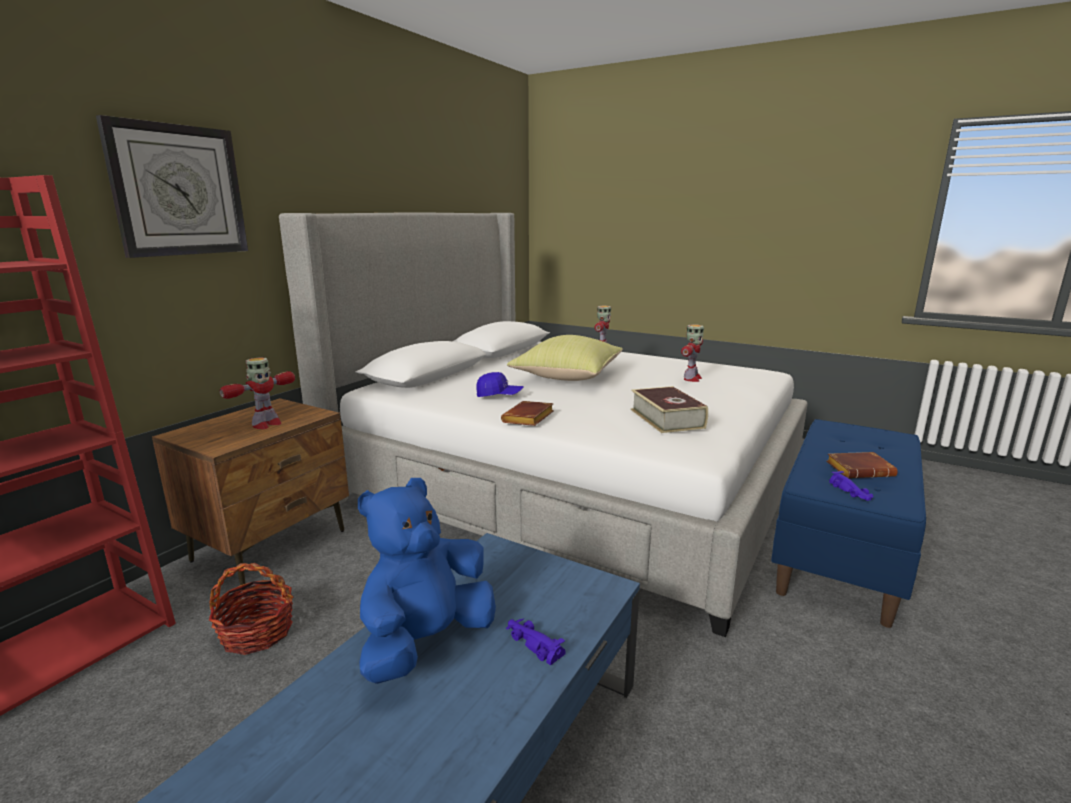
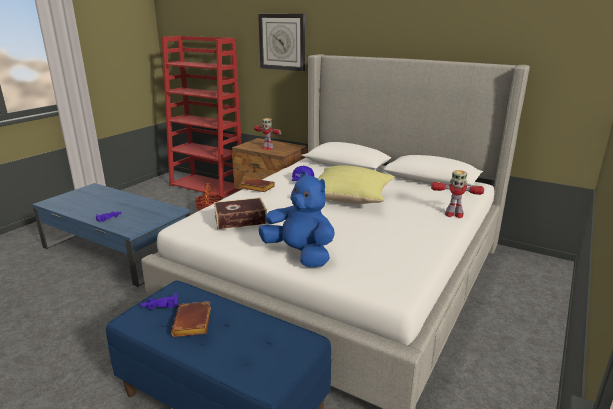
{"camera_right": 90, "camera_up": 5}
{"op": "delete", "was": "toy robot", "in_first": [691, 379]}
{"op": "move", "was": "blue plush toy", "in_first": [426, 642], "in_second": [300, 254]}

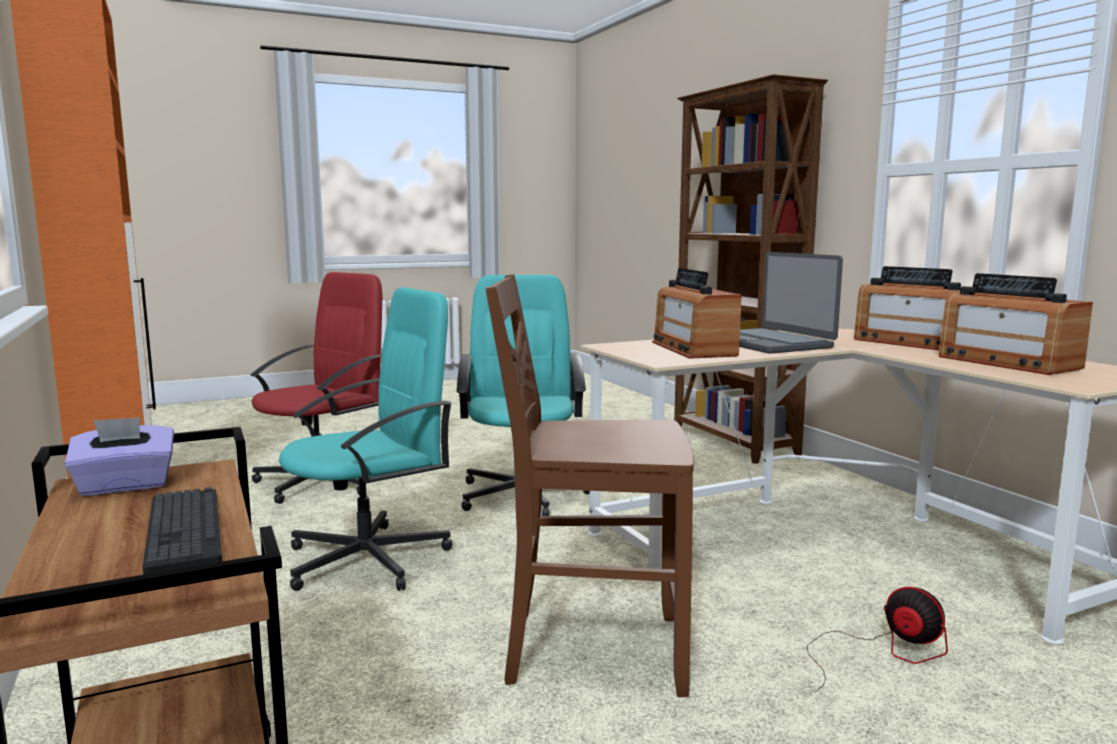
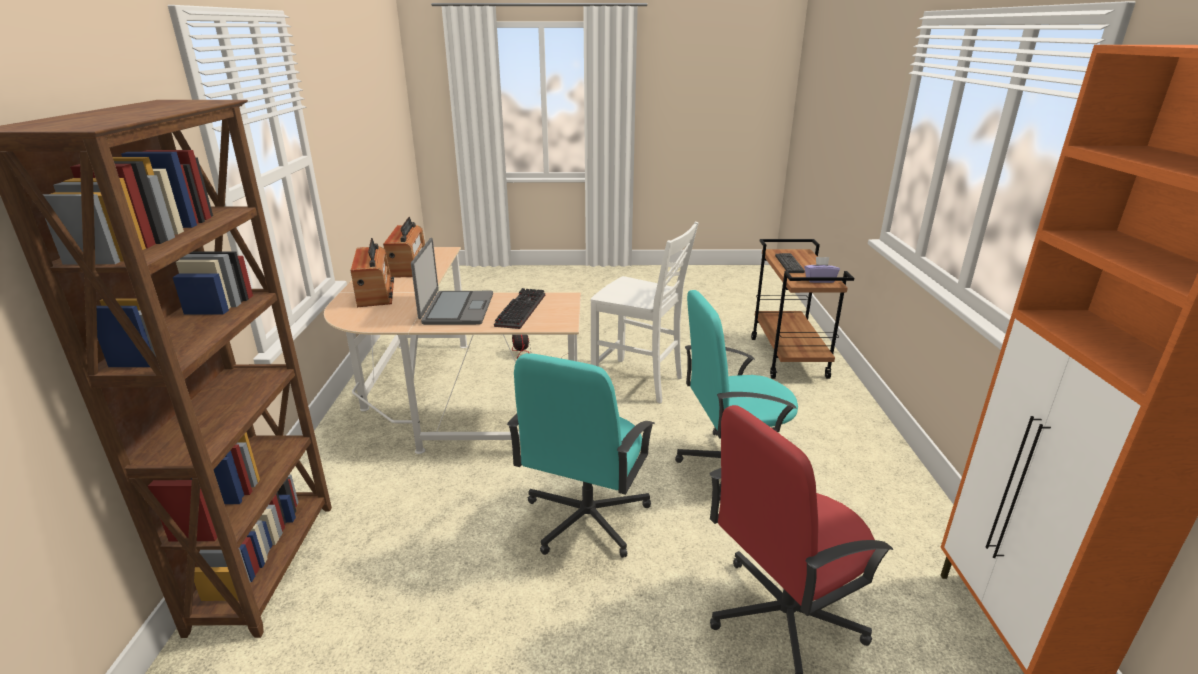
{"camera_right": -155, "camera_up": 15}
{"op": "replace", "was": "radio", "now": "keyboard", "in_first": [693, 349], "in_second": [519, 309]}
{"op": "recolor", "was": "brown chair", "now": "white chair", "in_first": [590, 650], "in_second": [639, 382]}

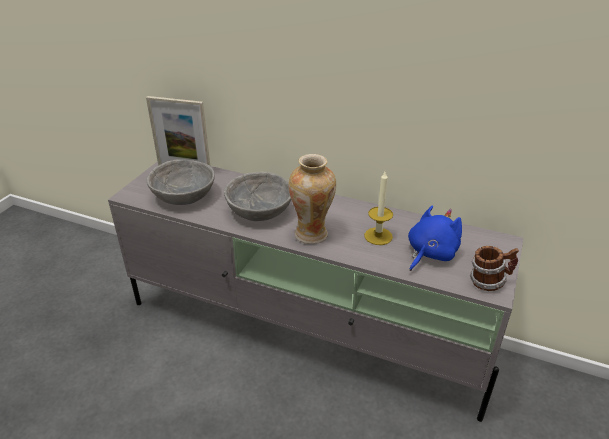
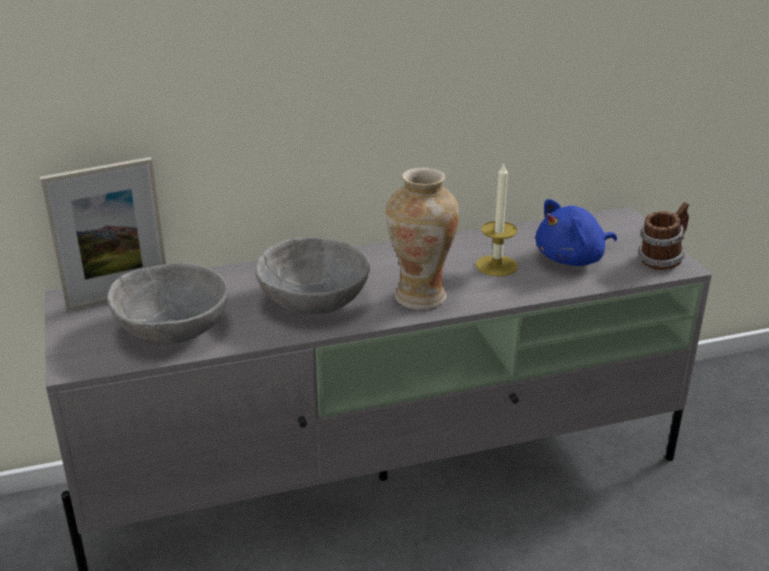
{"camera_right": -40, "camera_up": -5}
{"op": "rotate", "was": "blue plush toy", "in_first": [430, 253], "in_second": [572, 259], "clockwise": -120}

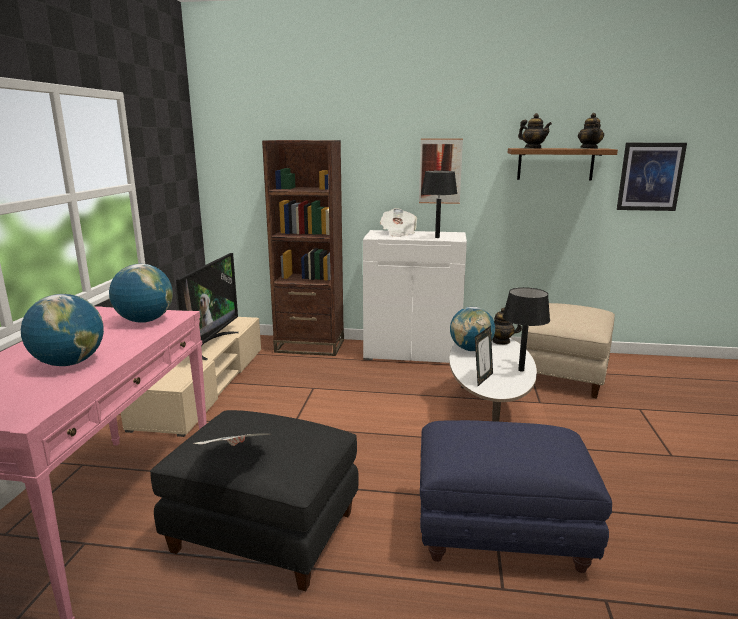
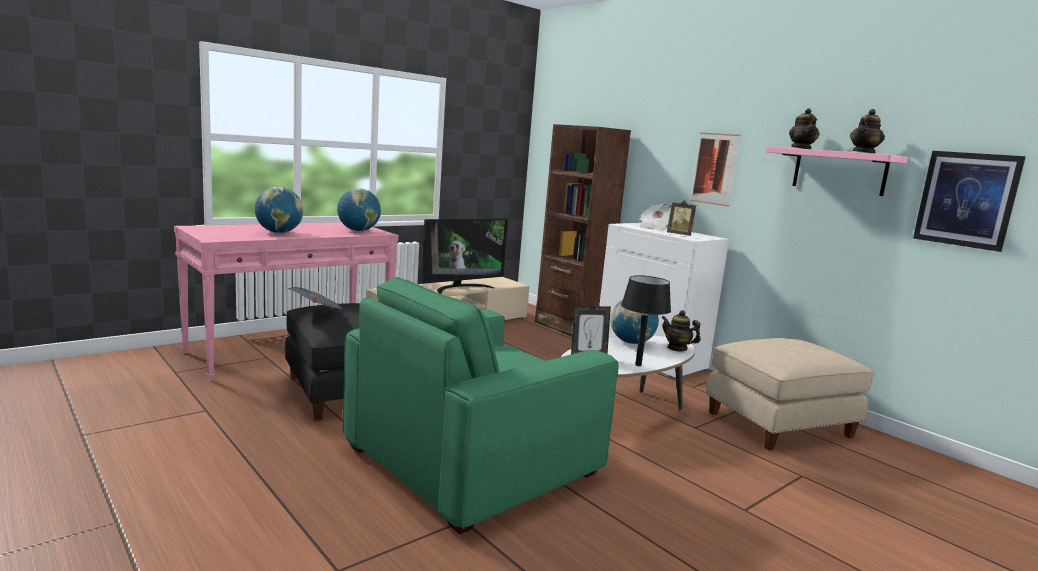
{"camera_right": 40, "camera_up": -5}
{"op": "recolor", "was": "brown shelf", "now": "pink shelf", "in_first": [555, 164], "in_second": [839, 171]}
{"op": "replace", "was": "black table lamp", "now": "picture frame", "in_first": [437, 237], "in_second": [680, 235]}
{"op": "replace", "was": "blue ottoman", "now": "green armchair", "in_first": [498, 532], "in_second": [472, 460]}

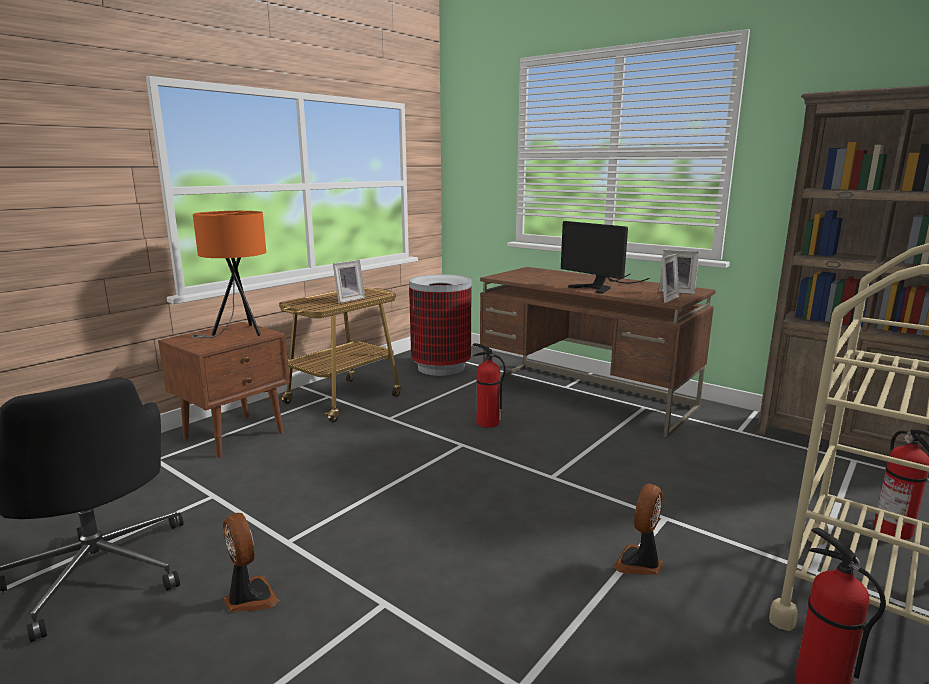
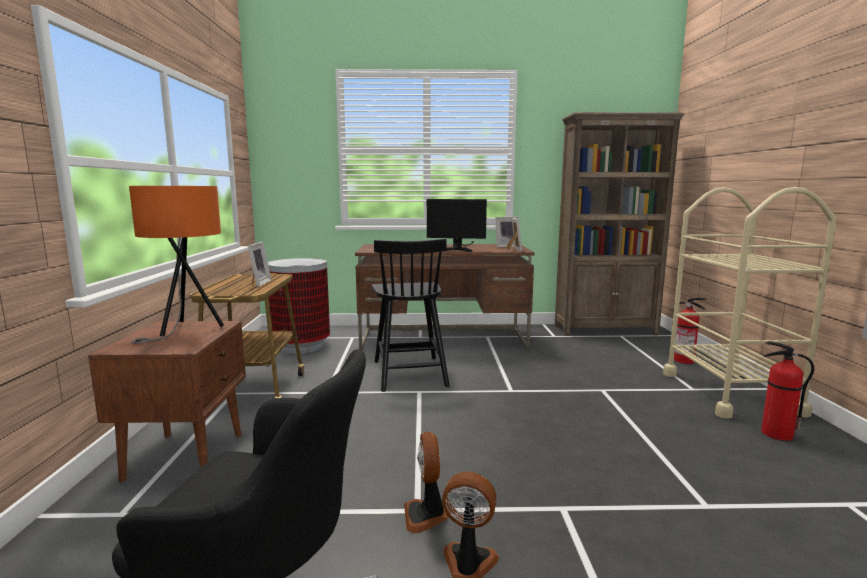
{"camera_right": -40, "camera_up": -5}
{"op": "replace", "was": "fire extinguisher", "now": "black chair", "in_first": [486, 423], "in_second": [409, 372]}
{"op": "move", "was": "fan", "in_first": [640, 563], "in_second": [426, 515]}

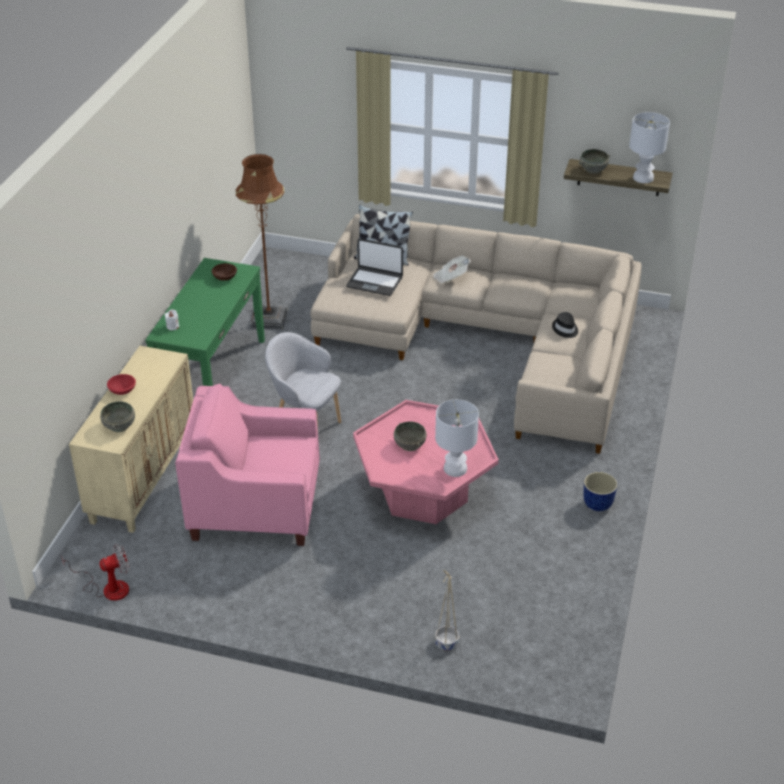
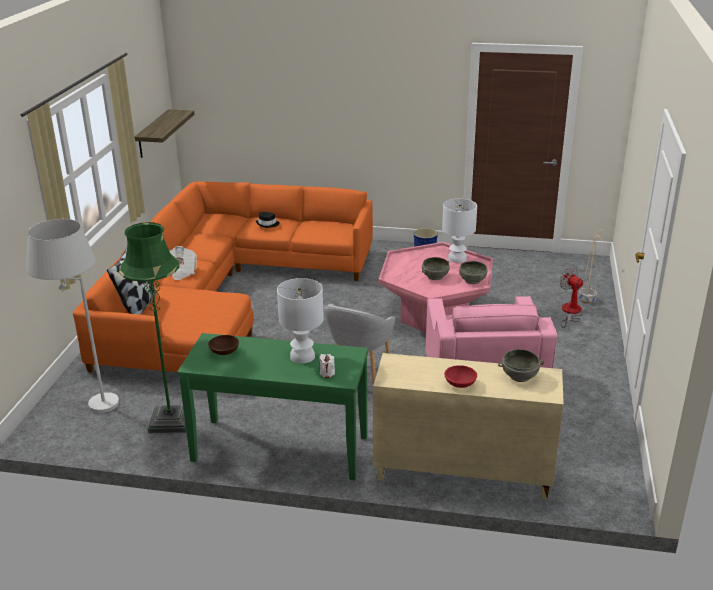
{"camera_right": -95, "camera_up": -10}
{"op": "move", "was": "white table lamp", "in_first": [643, 178], "in_second": [303, 356]}
{"op": "move", "was": "grey bowl", "in_first": [593, 169], "in_second": [472, 280]}
{"op": "recolor", "was": "brown floor lamp", "now": "green floor lamp", "in_first": [269, 319], "in_second": [171, 421]}
{"op": "recolor", "was": "beige sofa", "now": "orange sofa", "in_first": [489, 340], "in_second": [222, 295]}
{"op": "delete", "was": "laptop", "in_first": [374, 282]}
{"op": "move", "was": "fan", "in_first": [108, 588], "in_second": [570, 312]}
{"op": "insert", "now": "white floor lamp", "in_second": [88, 402]}

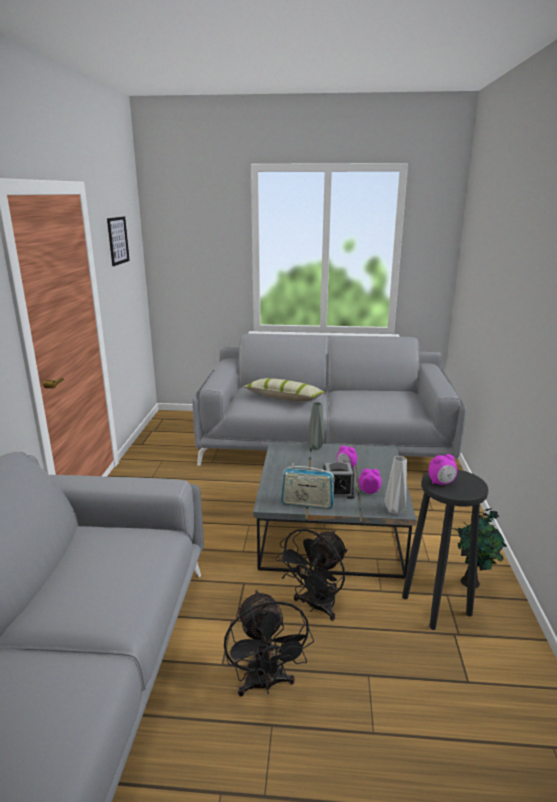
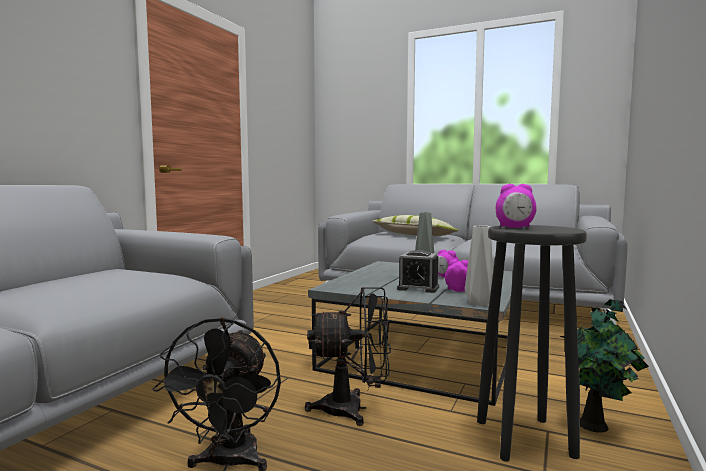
{"camera_right": 20, "camera_up": -15}
{"op": "delete", "was": "picture", "in_first": [118, 240]}
{"op": "delete", "was": "radio", "in_first": [307, 503]}
{"op": "rotate", "was": "black fan", "in_first": [315, 606], "in_second": [353, 409], "clockwise": -150}

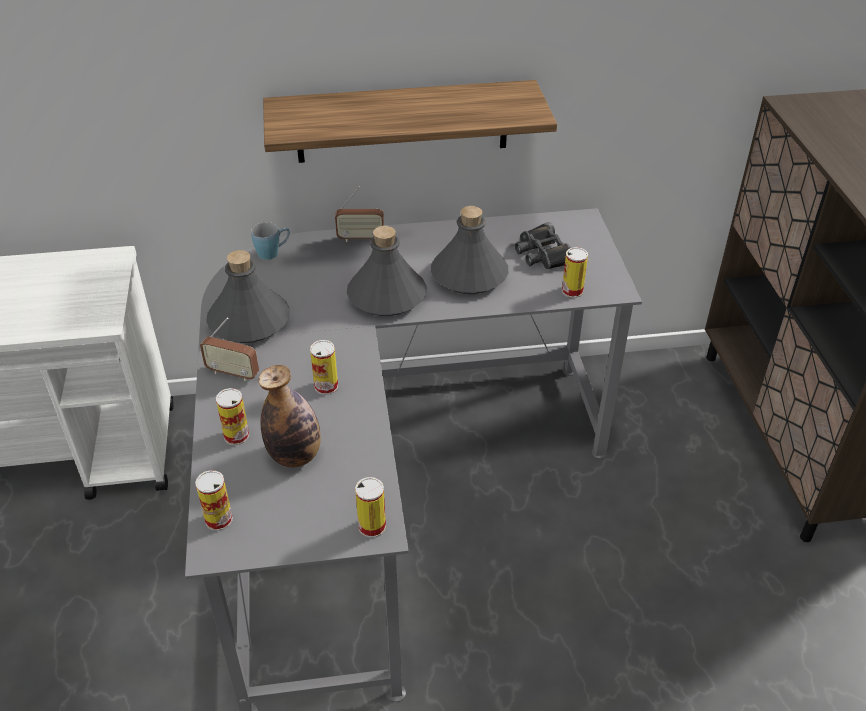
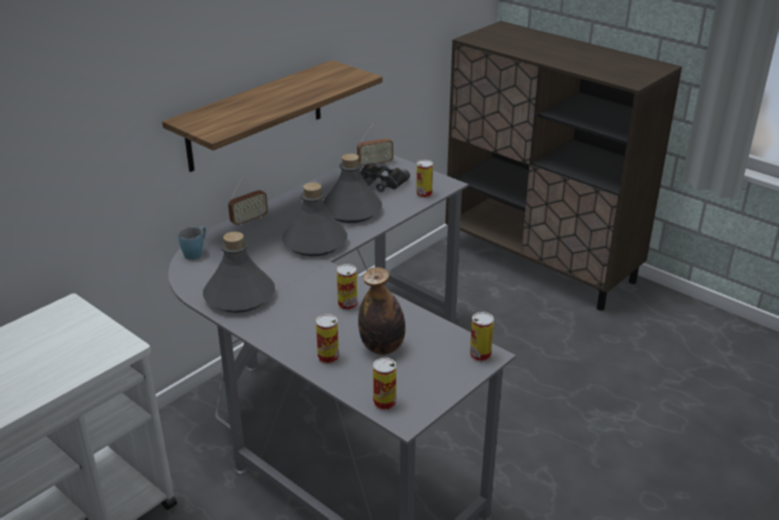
{"camera_right": -40, "camera_up": -10}
{"op": "move", "was": "radio", "in_first": [233, 373], "in_second": [375, 164]}

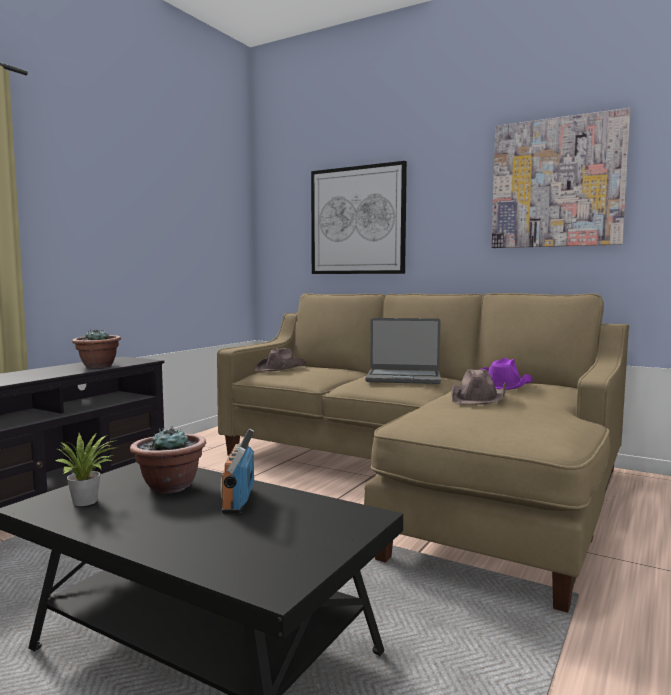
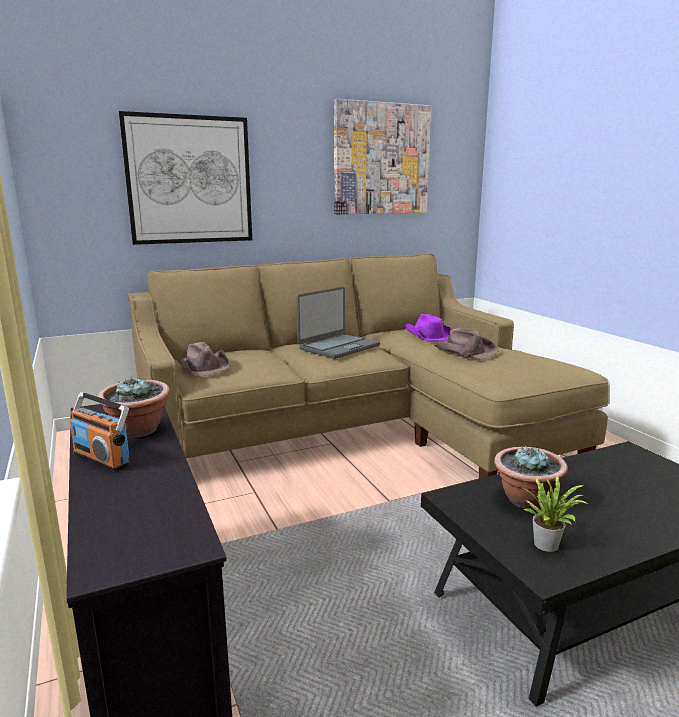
{"camera_right": -55, "camera_up": 10}
{"op": "move", "was": "radio", "in_first": [238, 499], "in_second": [102, 459]}

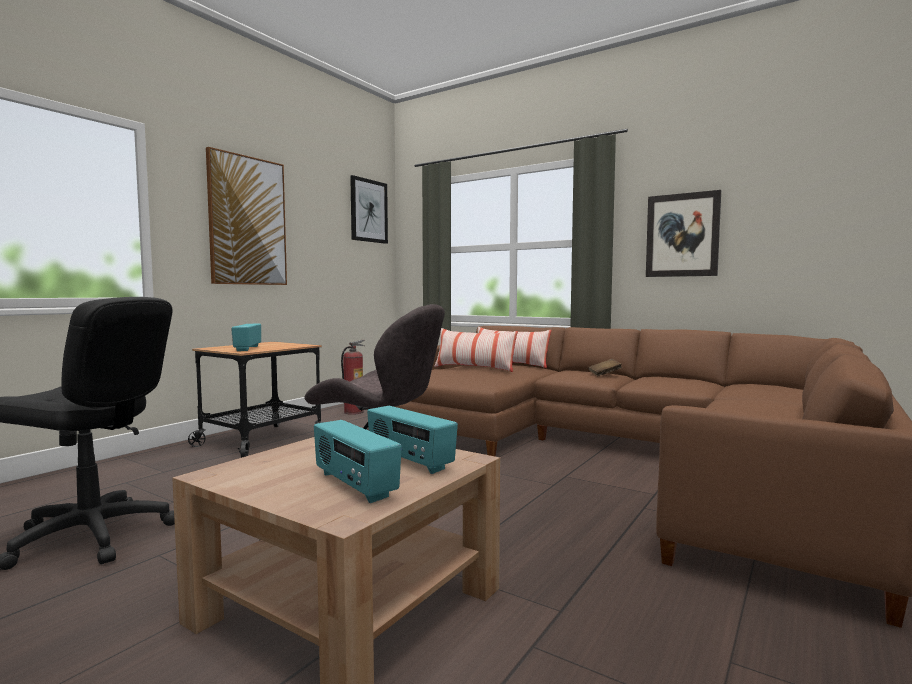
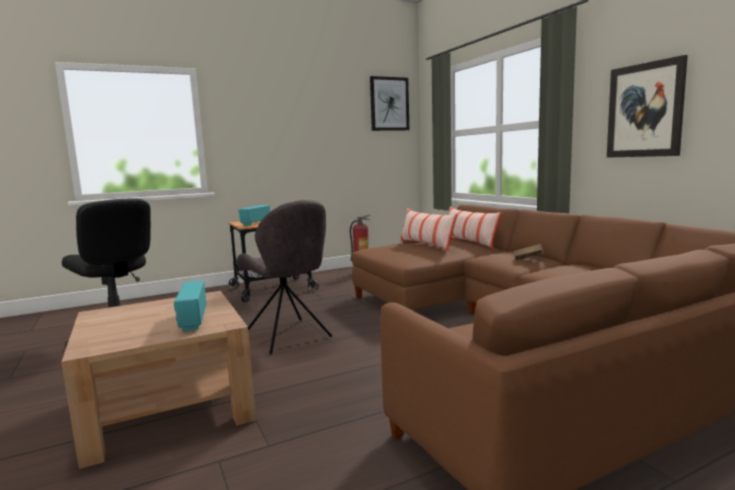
{"camera_right": 30, "camera_up": 5}
{"op": "delete", "was": "picture", "in_first": [247, 221]}
{"op": "delete", "was": "radio", "in_first": [354, 486]}

